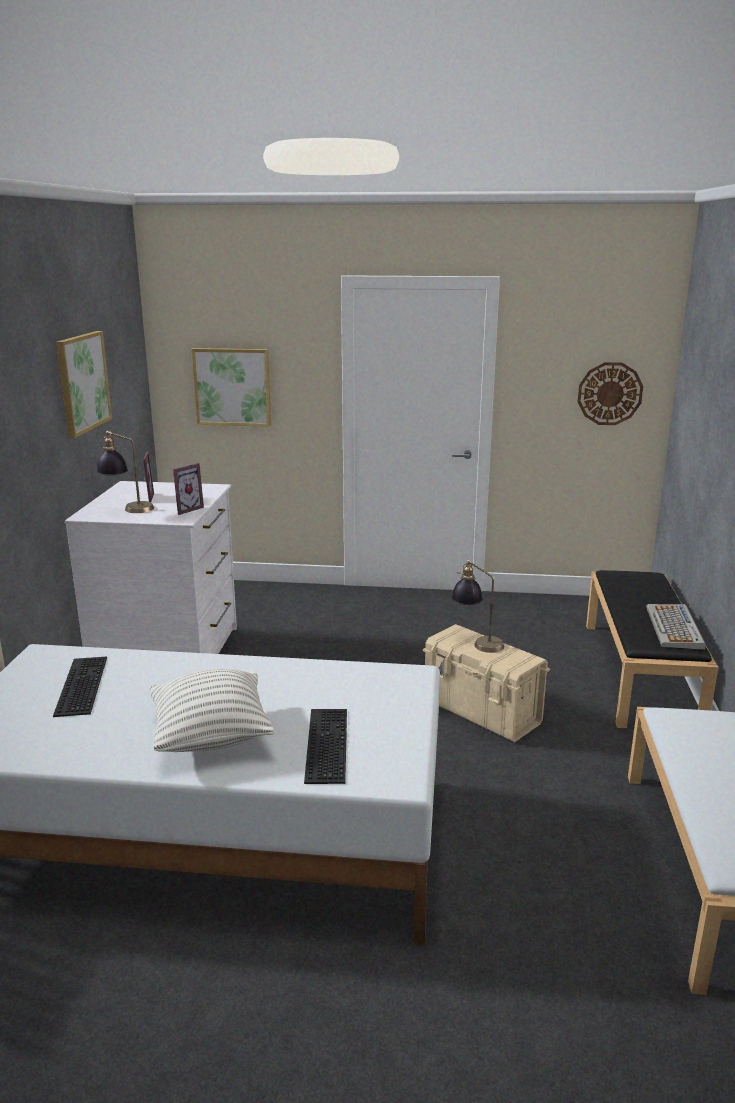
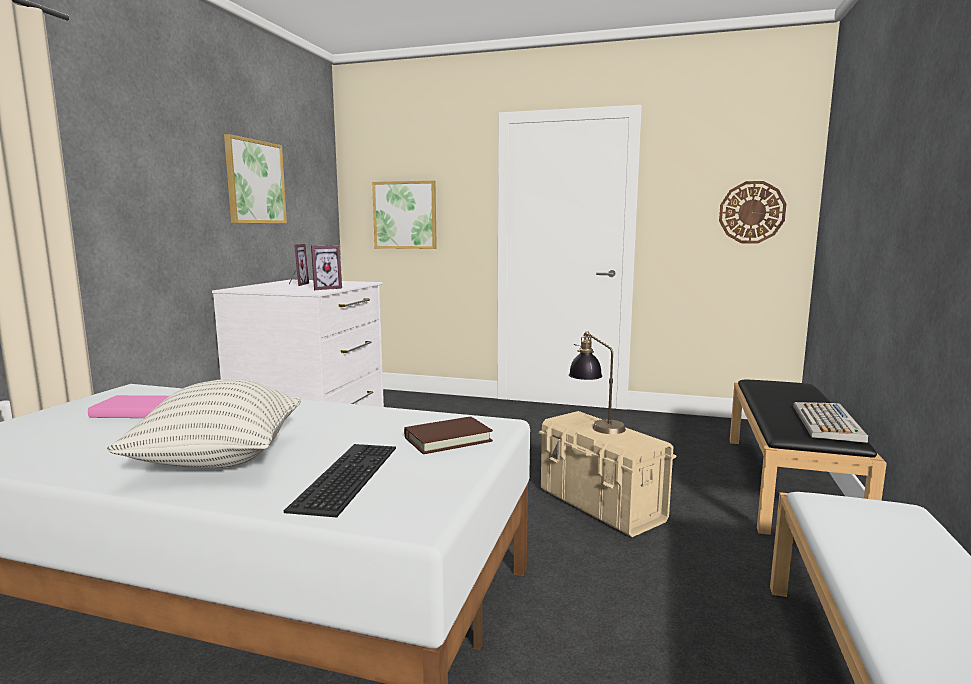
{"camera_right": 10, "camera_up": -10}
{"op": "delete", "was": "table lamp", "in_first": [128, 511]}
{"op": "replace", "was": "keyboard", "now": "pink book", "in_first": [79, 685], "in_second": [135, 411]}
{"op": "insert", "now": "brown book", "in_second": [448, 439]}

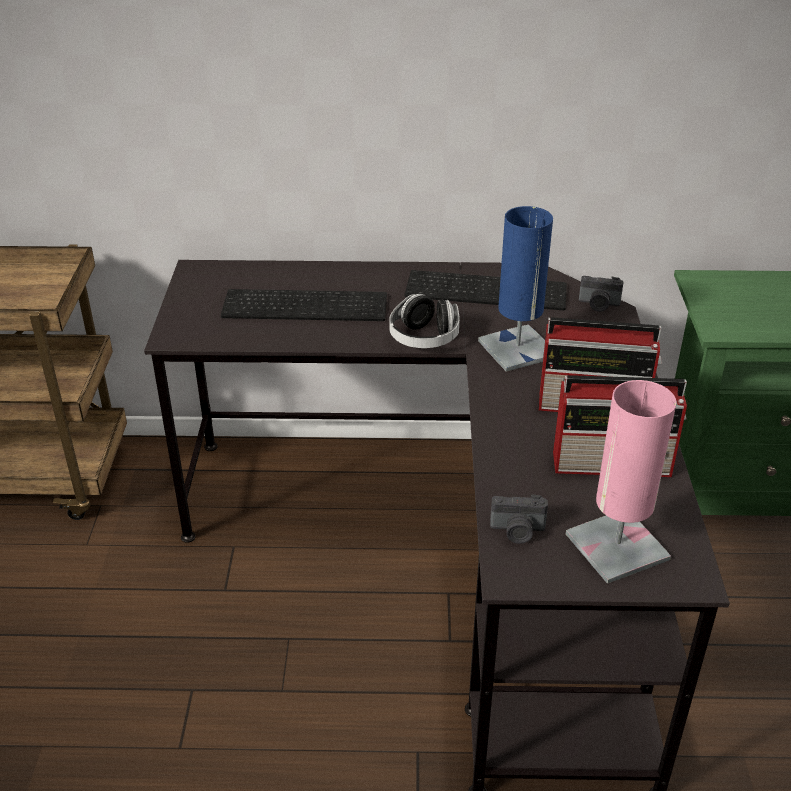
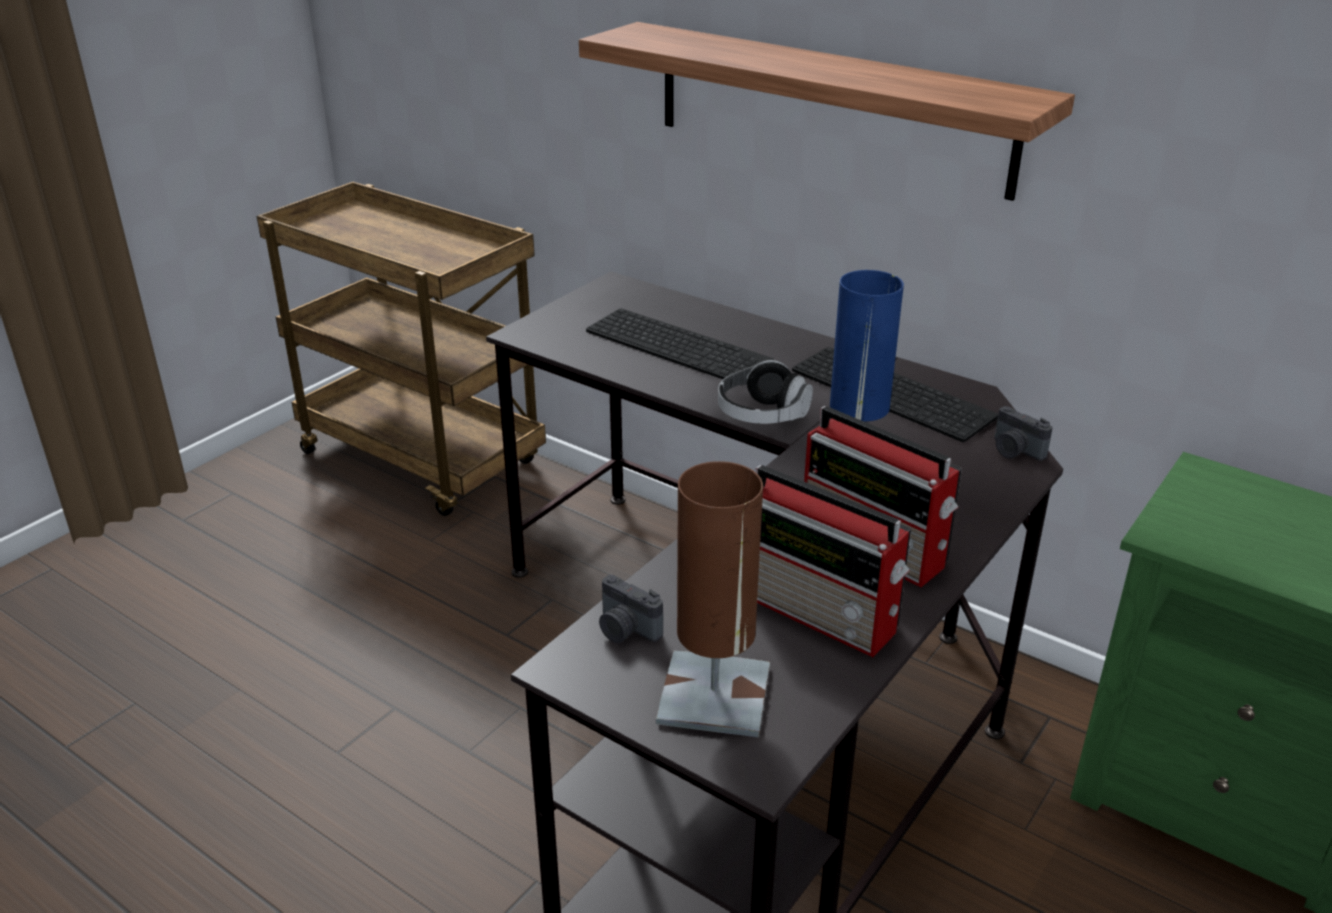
{"camera_right": 35, "camera_up": -5}
{"op": "recolor", "was": "pink table lamp", "now": "brown table lamp", "in_first": [617, 546], "in_second": [714, 695]}
{"op": "insert", "now": "shelf", "in_second": [830, 107]}

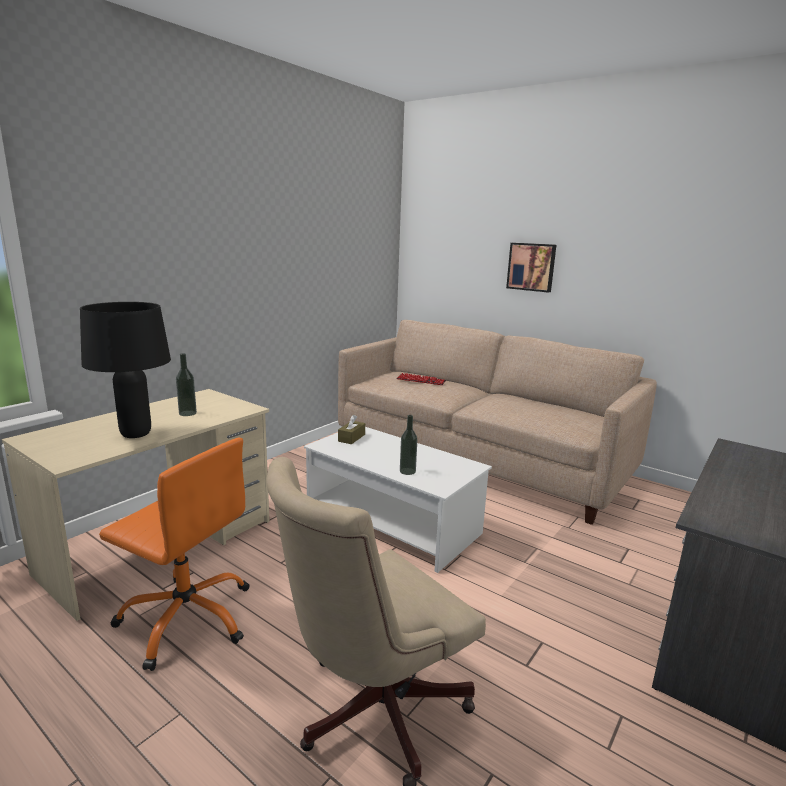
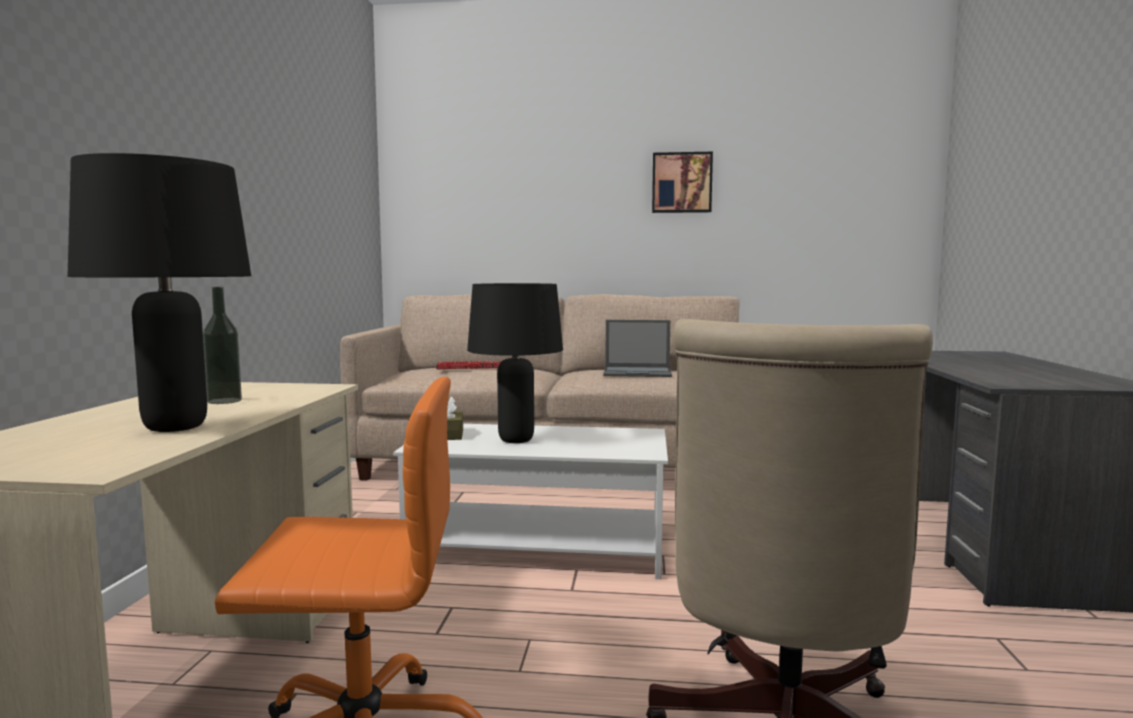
{"camera_right": -30, "camera_up": -10}
{"op": "move", "was": "picture", "in_first": [531, 267], "in_second": [681, 183]}
{"op": "delete", "was": "bottle", "in_first": [407, 471]}
{"op": "insert", "now": "black table lamp", "in_second": [516, 440]}
{"op": "insert", "now": "laptop", "in_second": [638, 372]}

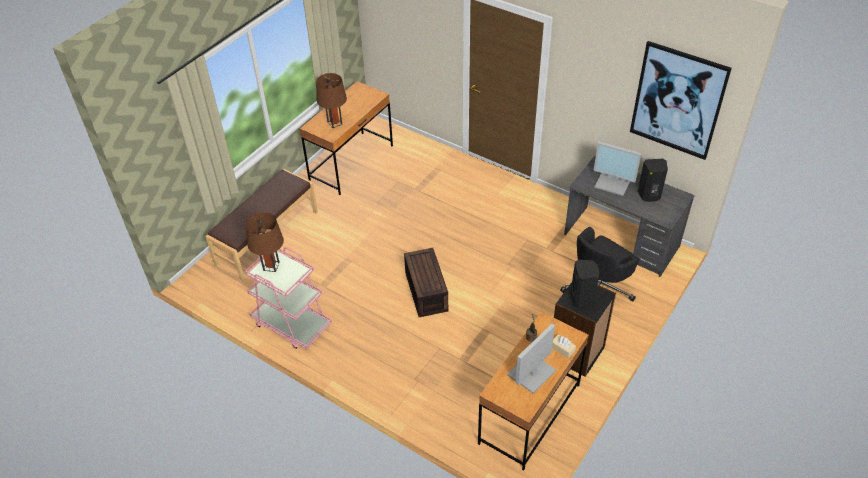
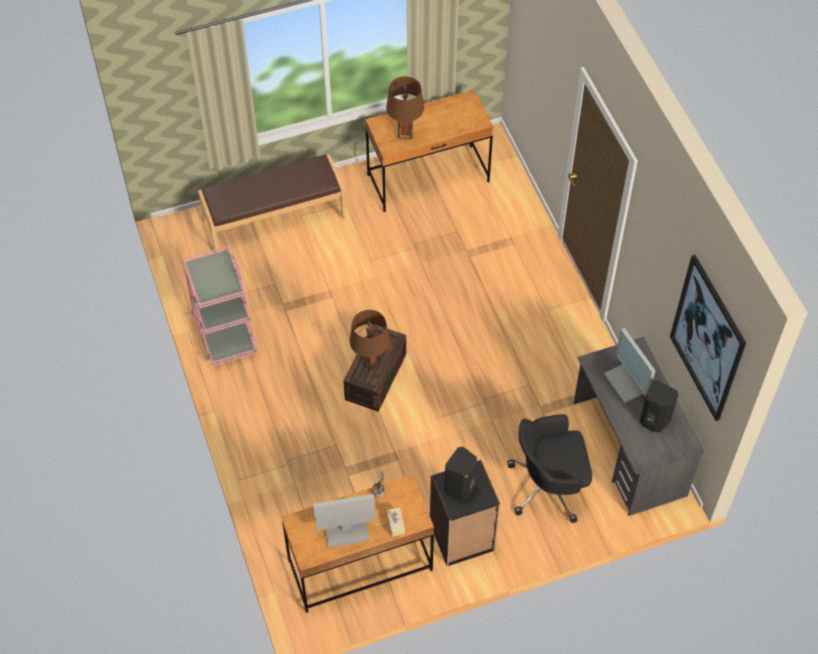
{"camera_right": 35, "camera_up": 10}
{"op": "move", "was": "brown table lamp", "in_first": [271, 266], "in_second": [370, 362]}

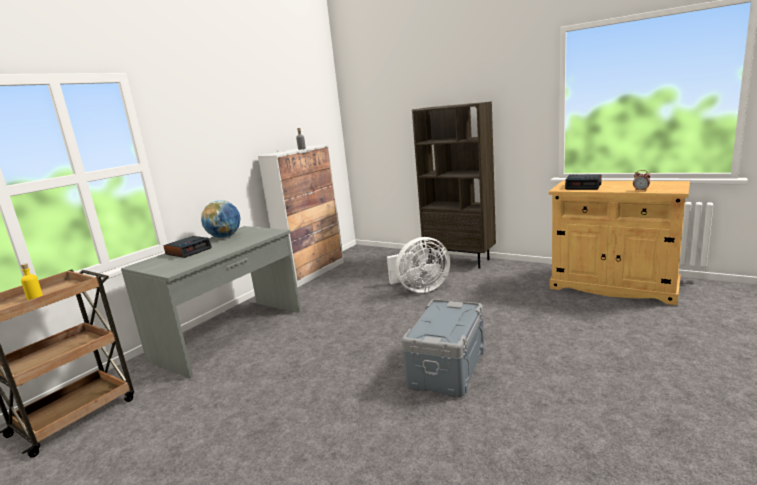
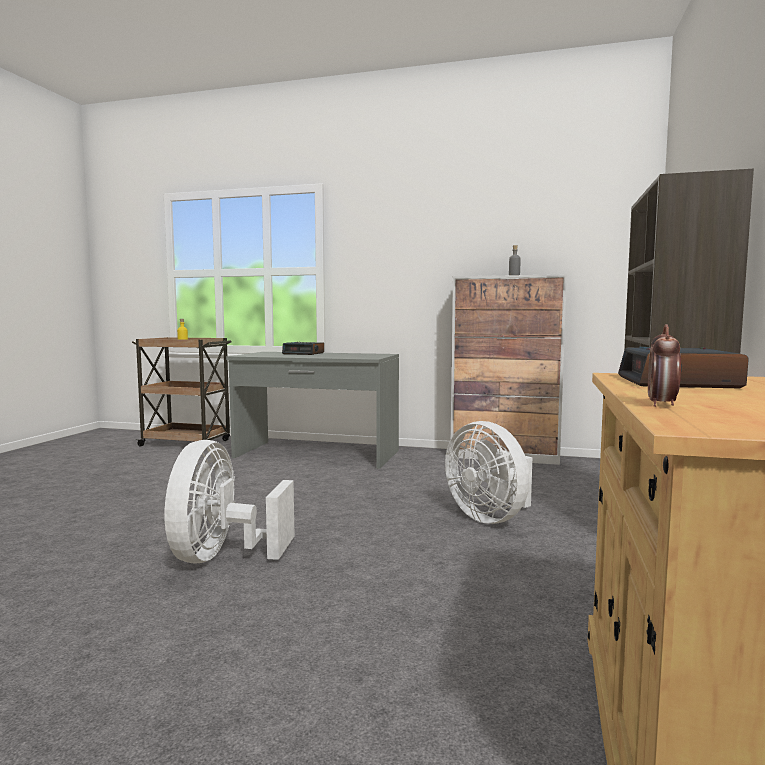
{"camera_right": 70, "camera_up": -10}
{"op": "delete", "was": "globe", "in_first": [224, 237]}
{"op": "replace", "was": "grey storage box", "now": "white fan", "in_first": [448, 367], "in_second": [222, 556]}

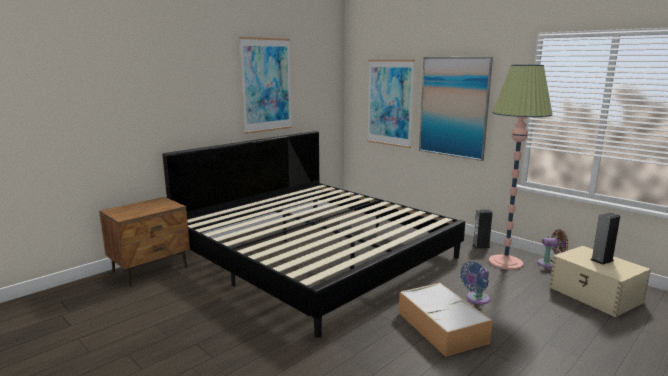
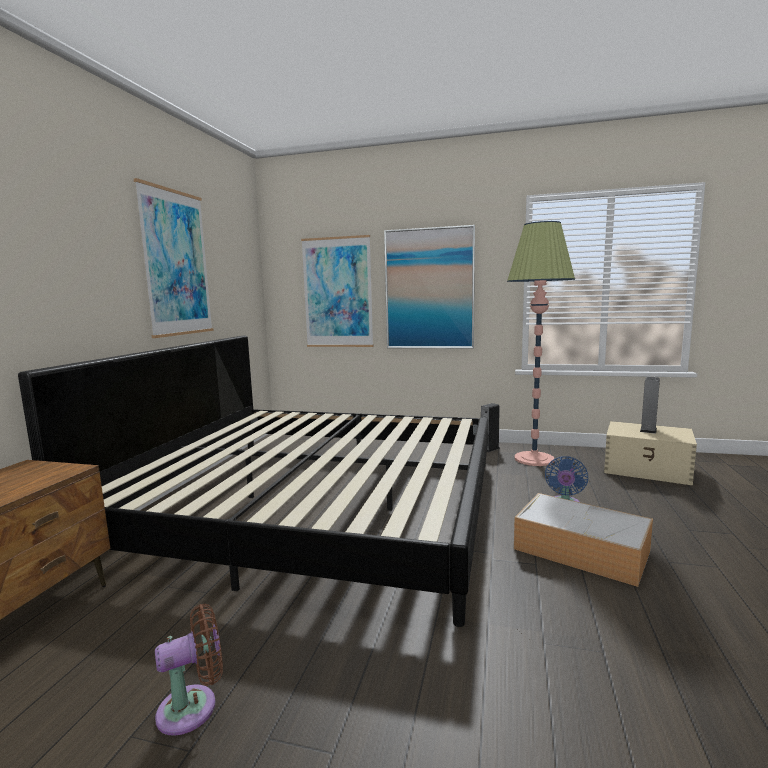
{"camera_right": -30, "camera_up": -5}
{"op": "move", "was": "brown fan", "in_first": [550, 263], "in_second": [193, 707]}

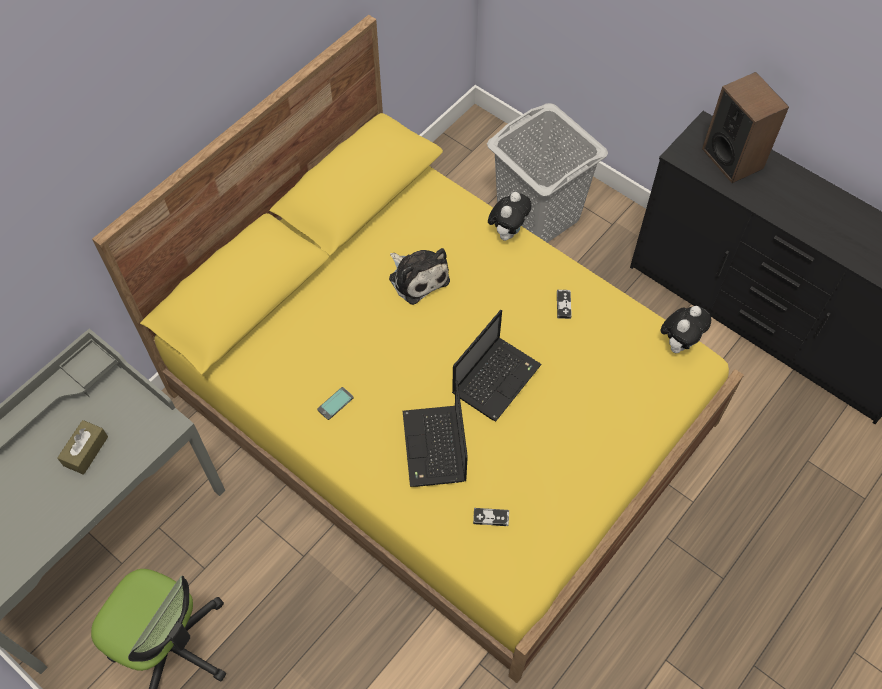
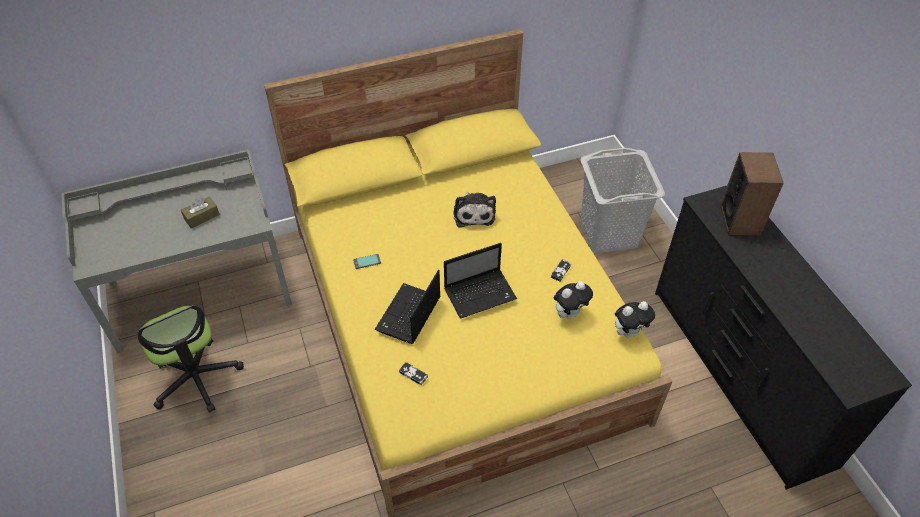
{"camera_right": 30, "camera_up": -10}
{"op": "move", "was": "plush toy", "in_first": [508, 232], "in_second": [569, 313]}

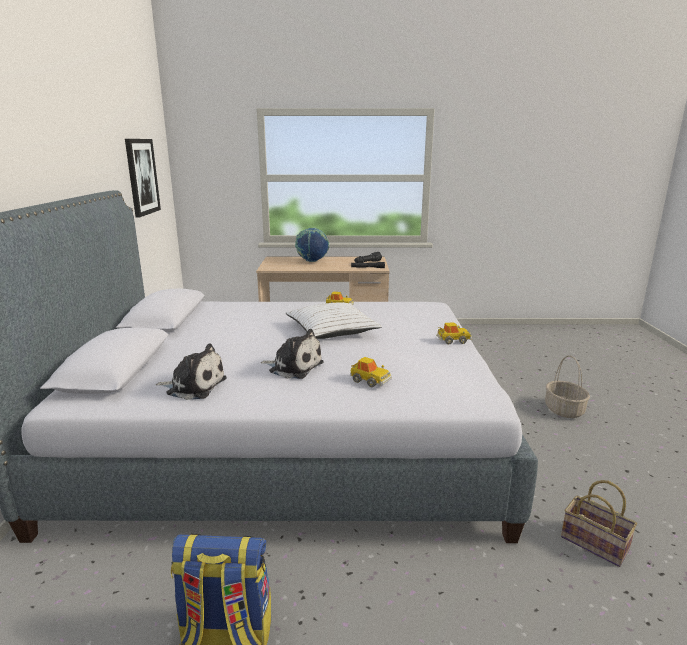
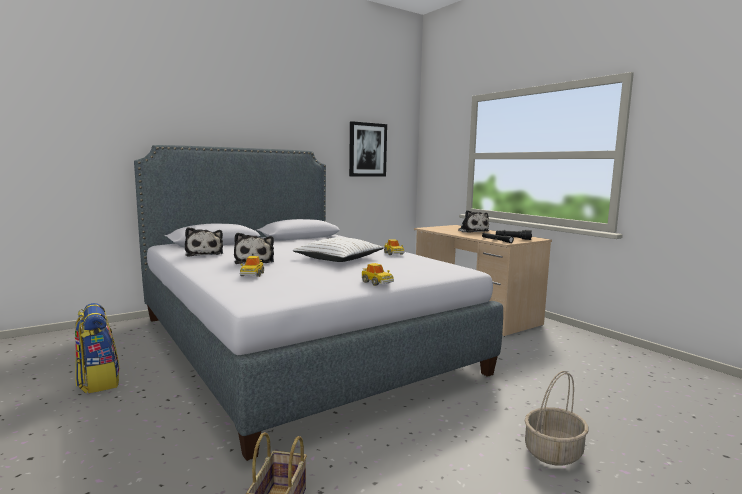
{"camera_right": 55, "camera_up": -10}
{"op": "replace", "was": "globe", "now": "plush toy", "in_first": [312, 261], "in_second": [472, 231]}

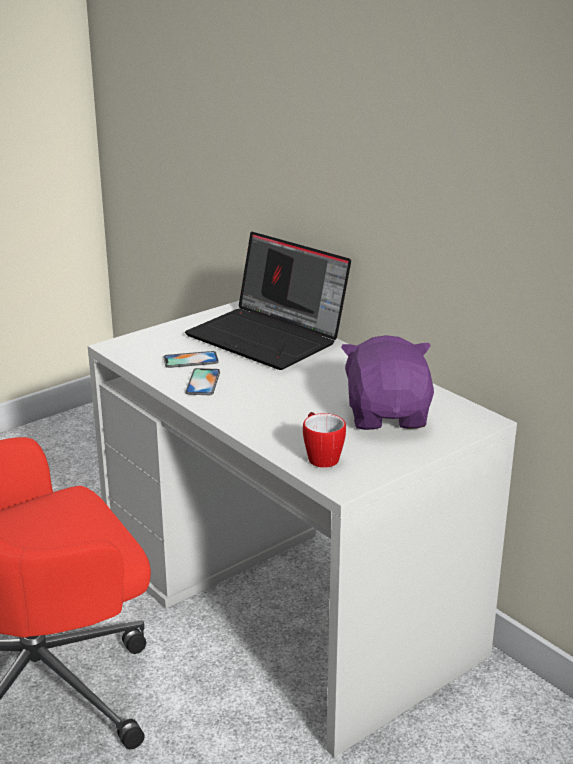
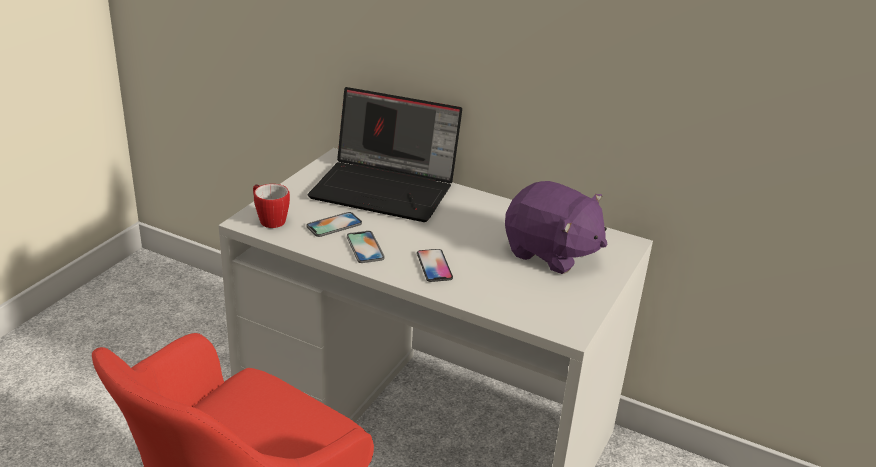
{"camera_right": -25, "camera_up": 5}
{"op": "rotate", "was": "purple plush toy", "in_first": [388, 416], "in_second": [551, 253], "clockwise": 150}
{"op": "move", "was": "mug", "in_first": [320, 456], "in_second": [269, 219]}
{"op": "insert", "now": "phone", "in_second": [434, 266]}

